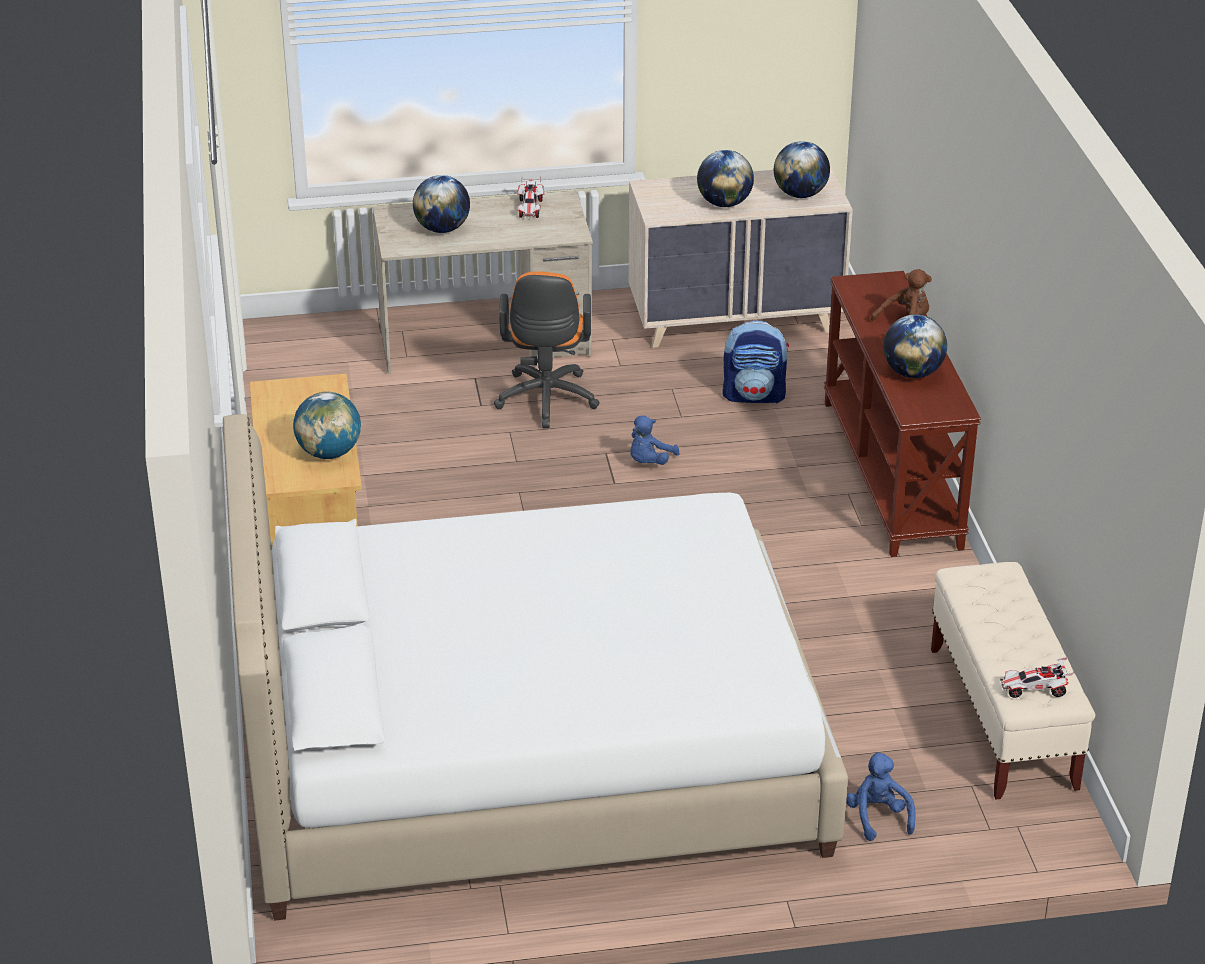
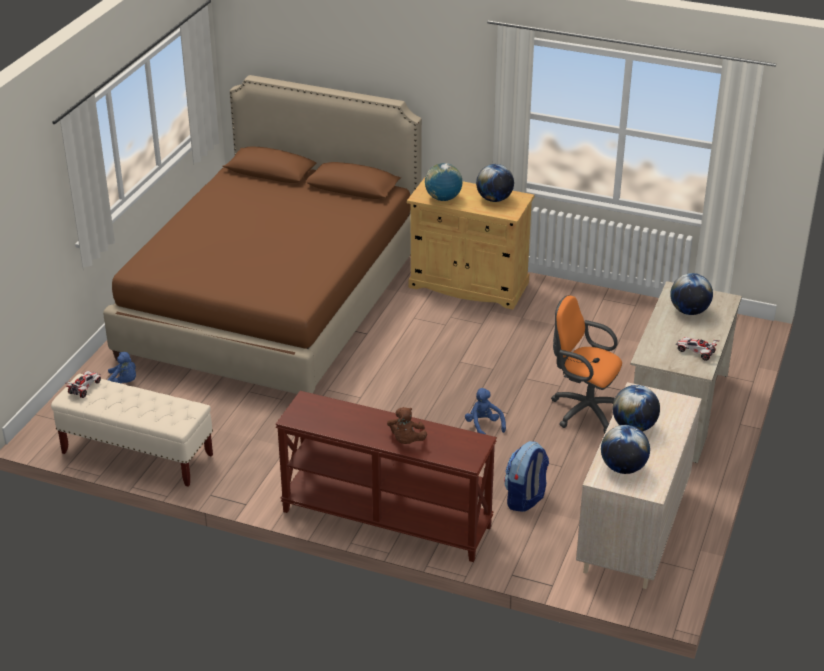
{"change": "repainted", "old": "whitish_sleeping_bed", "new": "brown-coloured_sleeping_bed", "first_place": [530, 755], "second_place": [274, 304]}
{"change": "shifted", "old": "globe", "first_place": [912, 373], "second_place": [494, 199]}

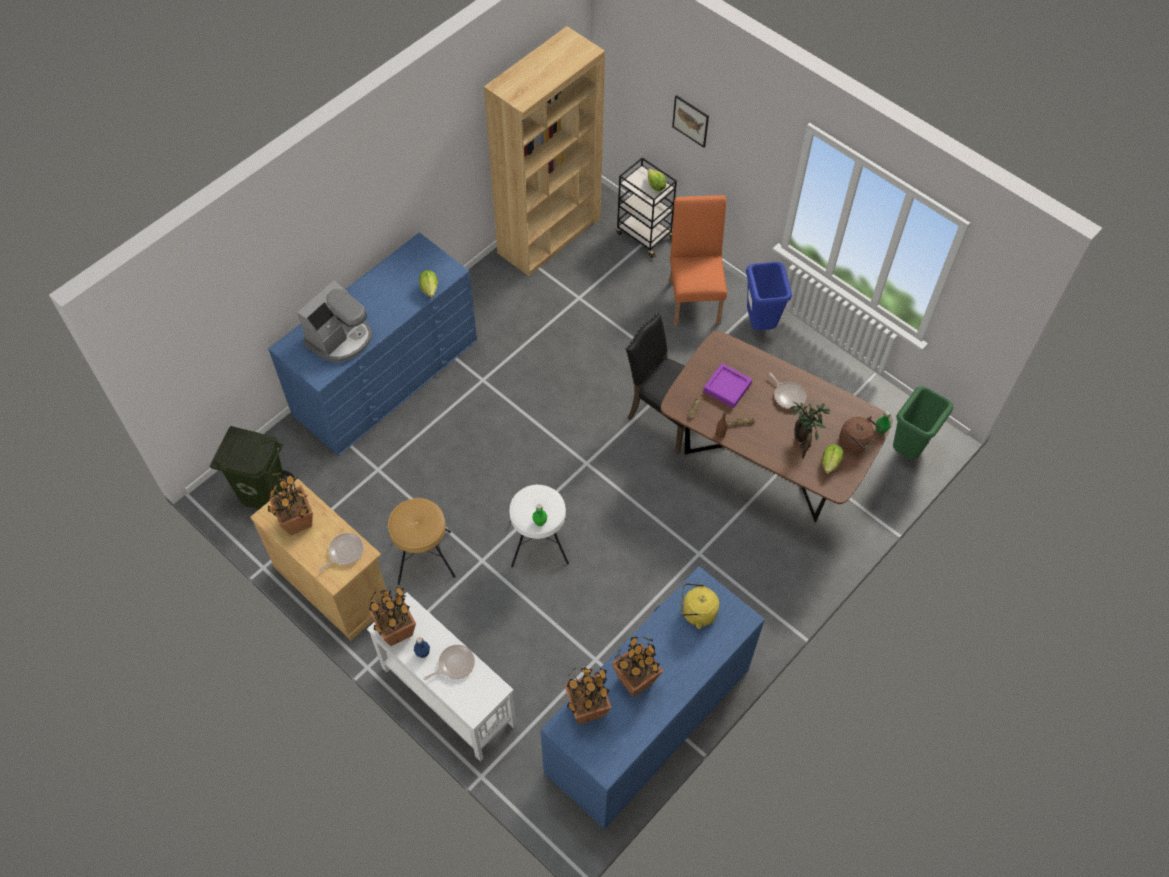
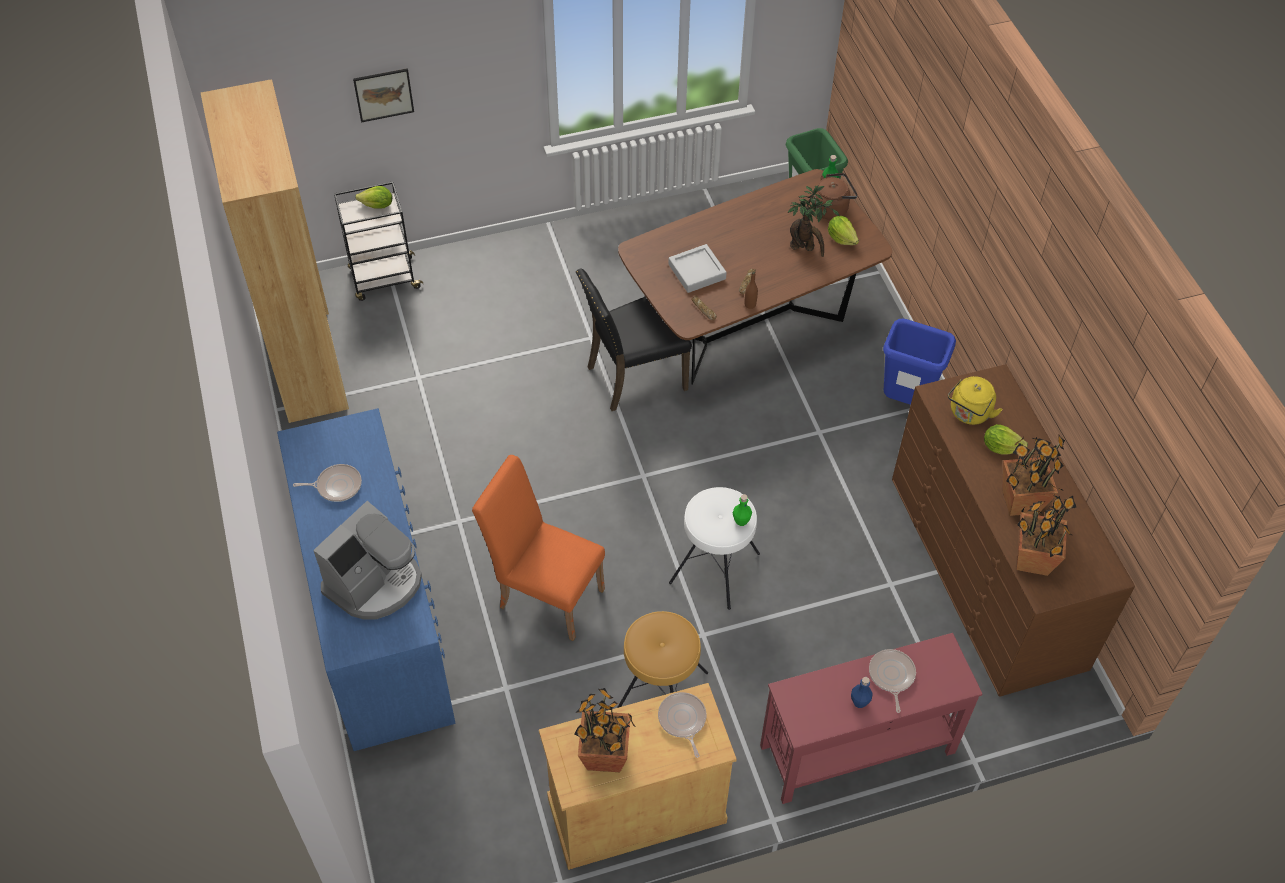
{"change": "shifted", "old": "pan", "first_place": [788, 396], "second_place": [336, 485]}
{"change": "rotated", "old": "coffee_maker", "first_place": [340, 338], "second_place": [375, 583], "degrees": 60}
{"change": "shifted", "old": "orangey_plain_chair", "first_place": [694, 298], "second_place": [545, 593]}
{"change": "repainted", "old": "purplish_serving_tray", "new": "grey_serving_tray", "first_place": [727, 388], "second_place": [697, 272]}
{"change": "repainted", "old": "whitish_console_table", "new": "red-coloured_console_table", "first_place": [448, 695], "second_place": [856, 749]}
{"change": "shifted", "old": "bluish_trash_can", "first_place": [760, 324], "second_place": [906, 402]}
{"change": "repainted", "old": "bluish_dresser", "new": "brown-coloured_dresser", "first_place": [647, 720], "second_place": [986, 571]}
{"change": "shifted", "old": "lettuce_head", "first_place": [429, 288], "second_place": [1000, 447]}
{"change": "gone", "old": "green_trash_can", "first_place": [263, 492]}
{"change": "gone", "old": "plant_in_a_pot", "first_place": [396, 630]}

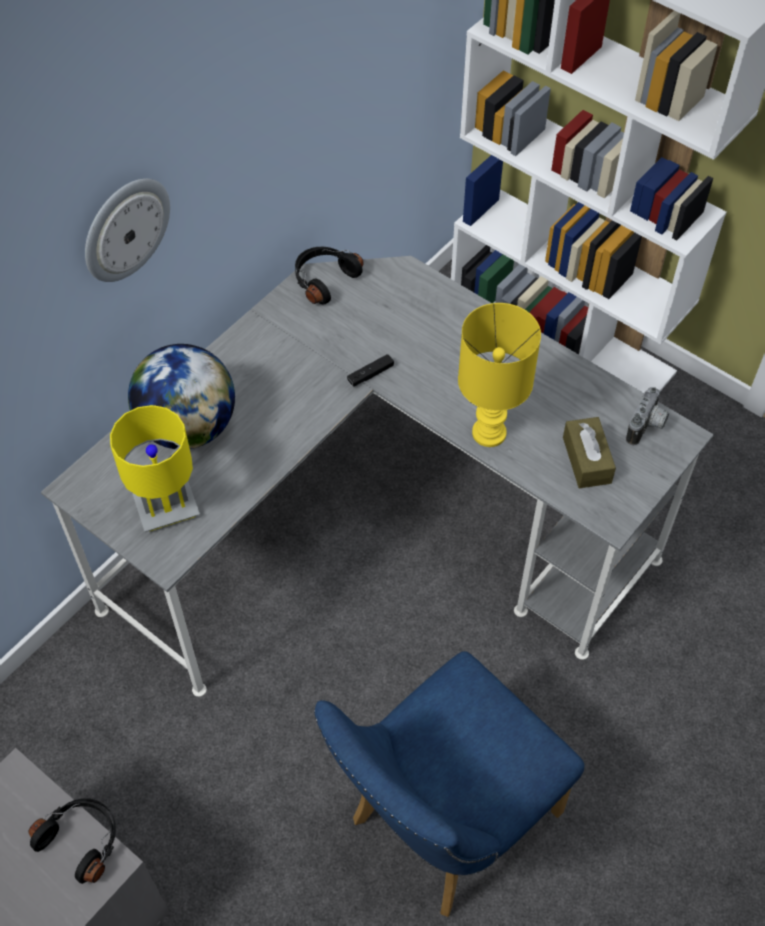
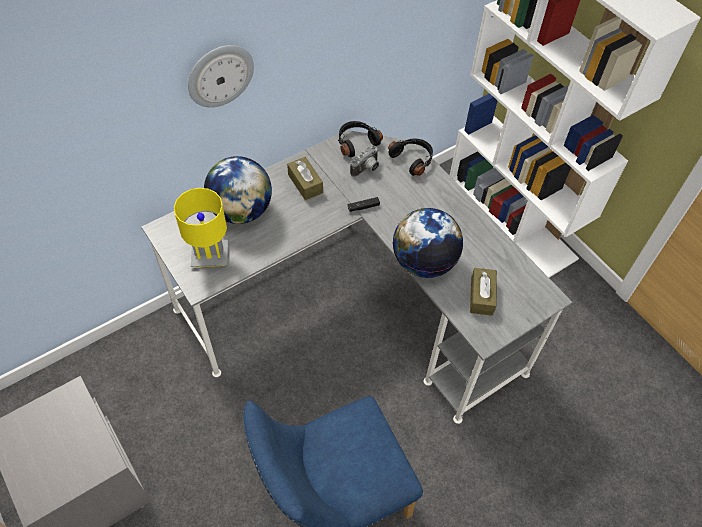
{"change": "new", "new": "brown-coloured_tissue_holder", "second_place": [305, 183]}
{"change": "shifted", "old": "photo_camera", "first_place": [647, 427], "second_place": [366, 169]}
{"change": "shifted", "old": "blackish_headset", "first_place": [82, 839], "second_place": [413, 159]}
{"change": "swapped", "old": "yellow_tabletop_lamp", "new": "globe", "first_place": [487, 432], "second_place": [423, 262]}

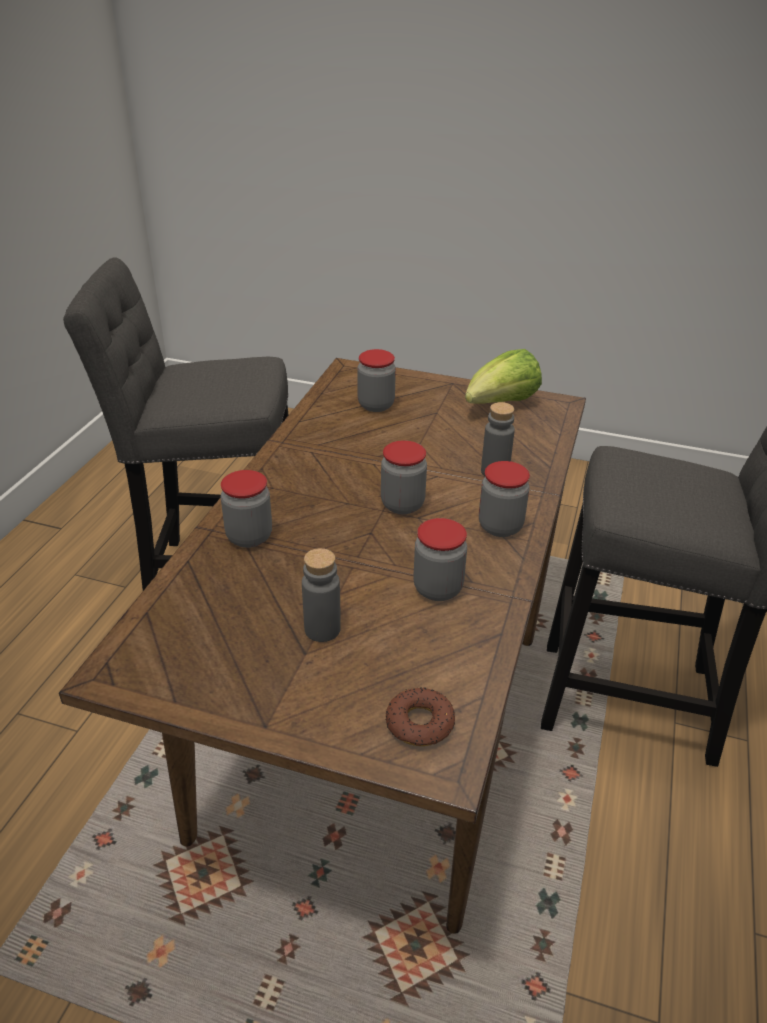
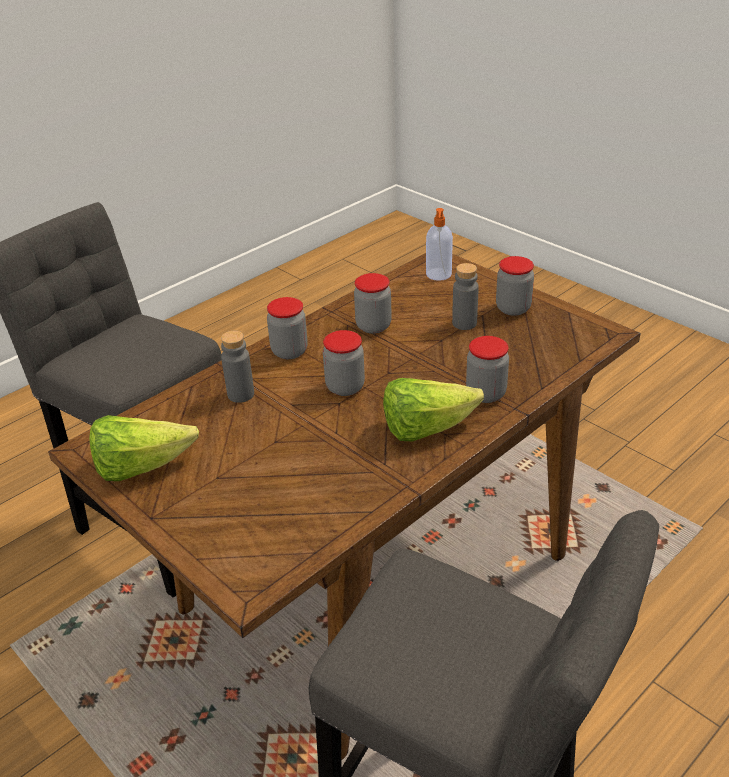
{"change": "new", "new": "lettuce_head", "second_place": [426, 429]}
{"change": "swapped", "old": "ring_doughnut", "new": "soap_bottle", "first_place": [419, 723], "second_place": [438, 275]}
{"change": "shifted", "old": "storage_jar", "first_place": [376, 405], "second_place": [513, 308]}

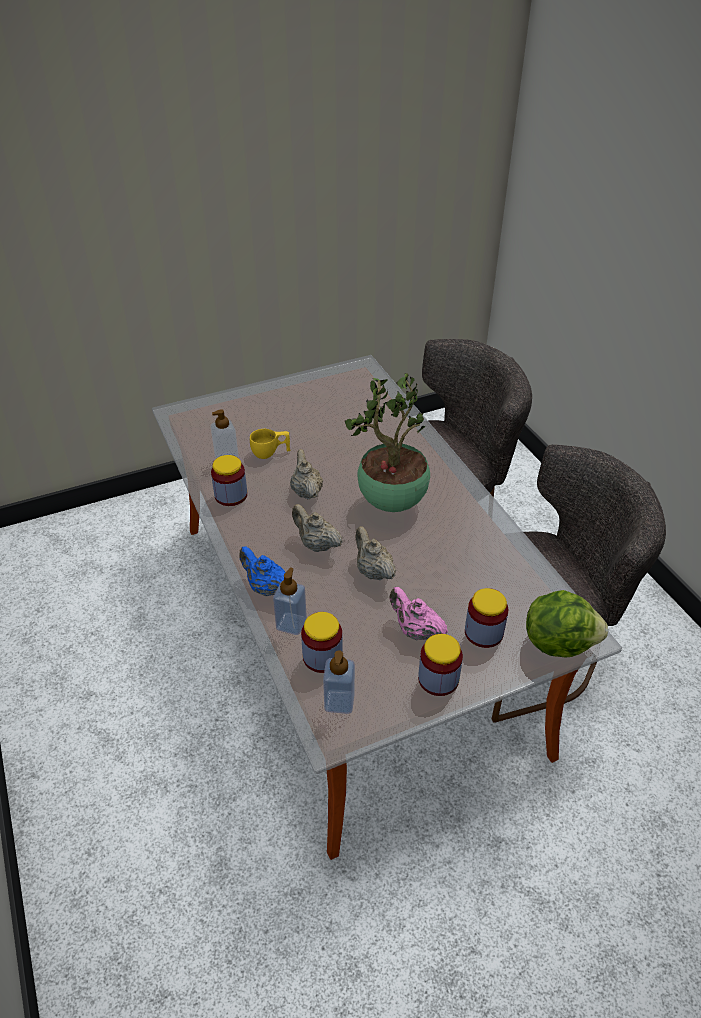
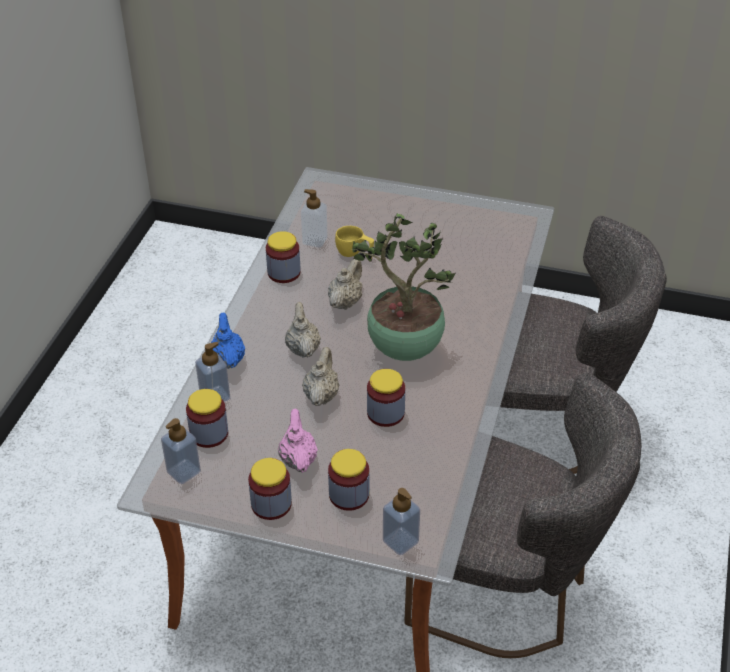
{"change": "new", "new": "storage_jar", "second_place": [385, 413]}
{"change": "swapped", "old": "lettuce_head", "new": "soap_bottle", "first_place": [558, 642], "second_place": [400, 541]}

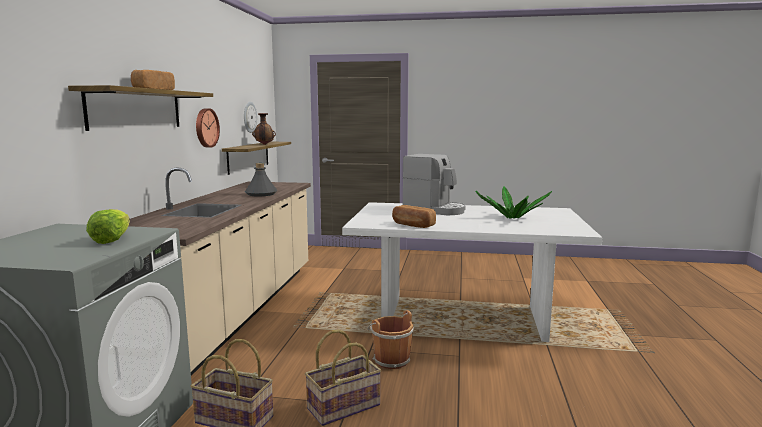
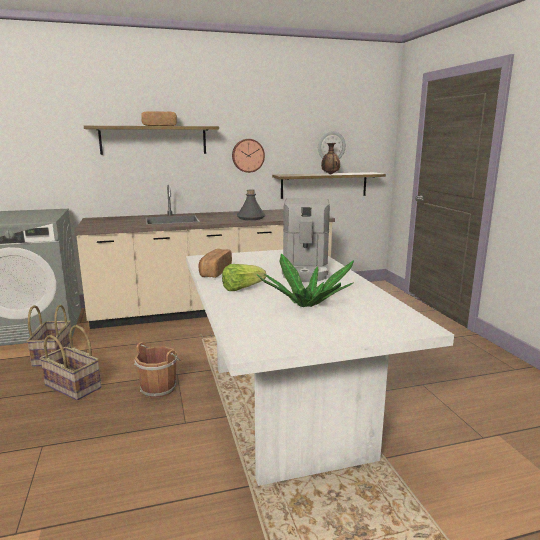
{"change": "shifted", "old": "lettuce_head", "first_place": [112, 239], "second_place": [242, 288]}

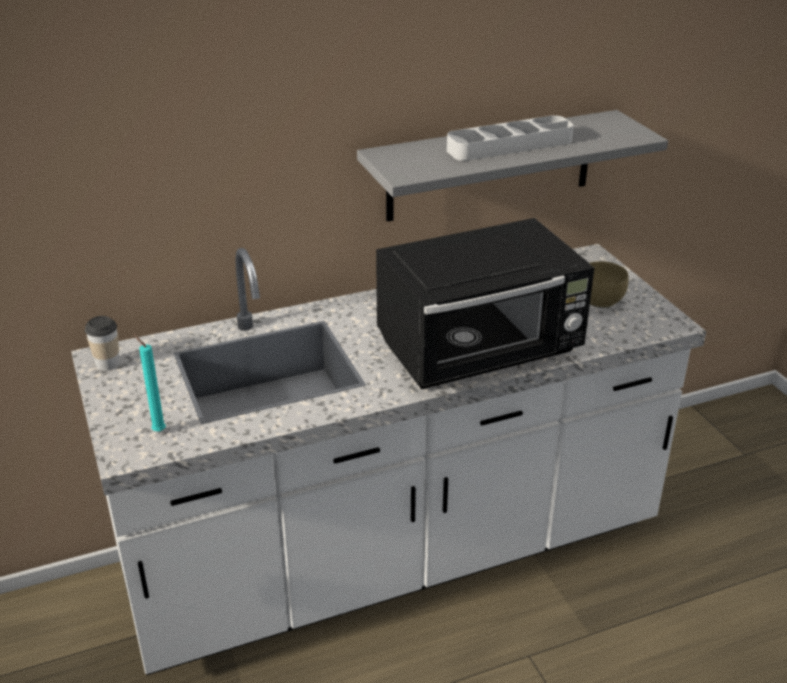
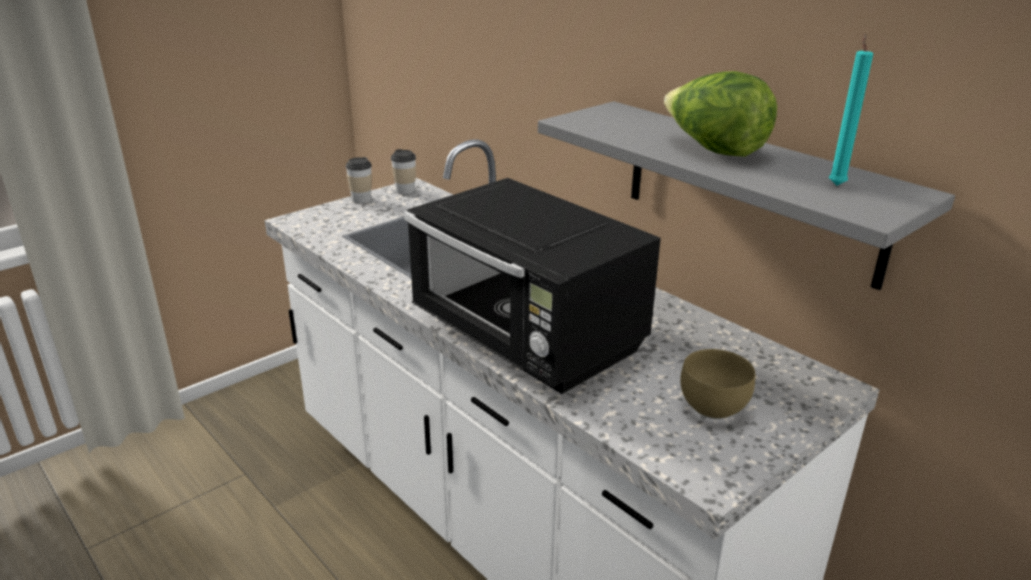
{"change": "new", "new": "small_cup", "second_place": [361, 199]}
{"change": "swapped", "old": "grey_serving_tray", "new": "lettuce_head", "first_place": [509, 145], "second_place": [713, 150]}
{"change": "shifted", "old": "turquoise_candle", "first_place": [157, 430], "second_place": [836, 184]}

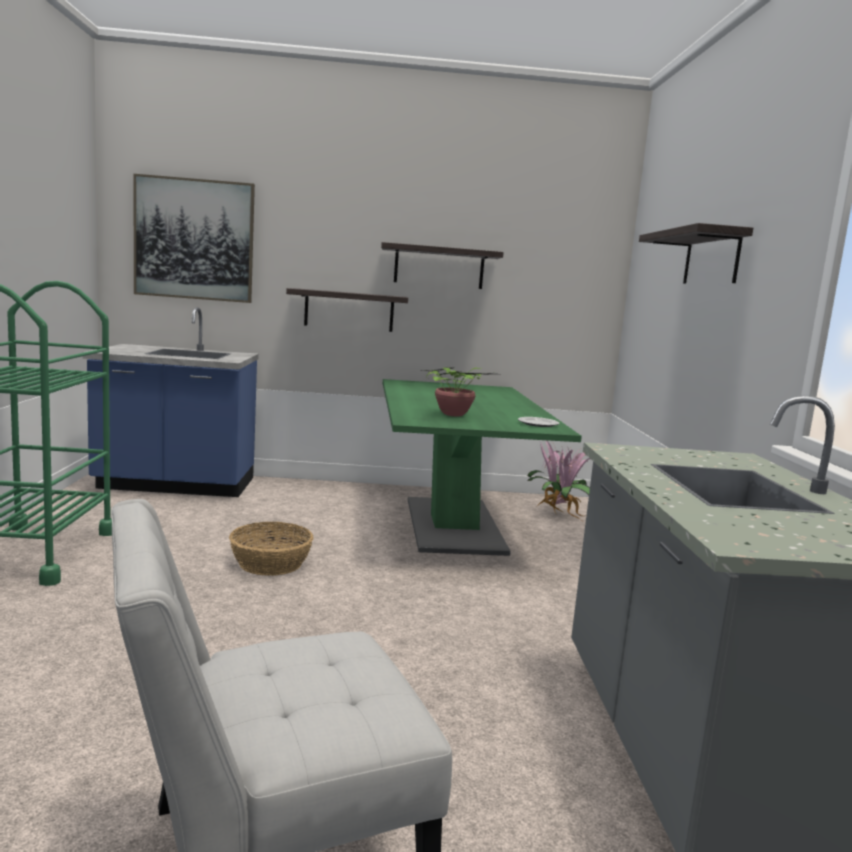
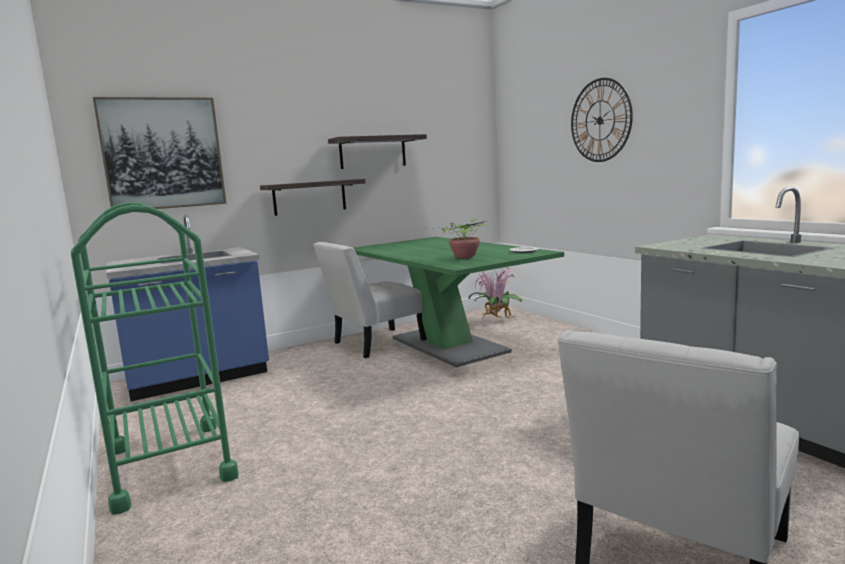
{"change": "new", "new": "whitish_plain_chair", "second_place": [374, 344]}
{"change": "swapped", "old": "shelf", "new": "hanging_clock", "first_place": [711, 258], "second_place": [600, 120]}
{"change": "gone", "old": "storage_basket", "first_place": [270, 563]}

